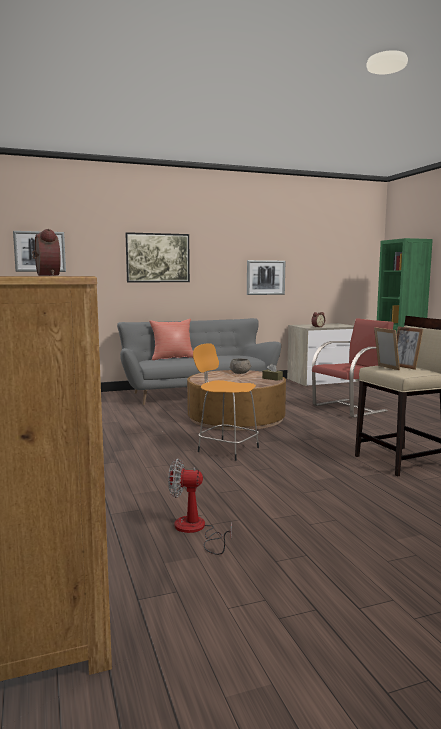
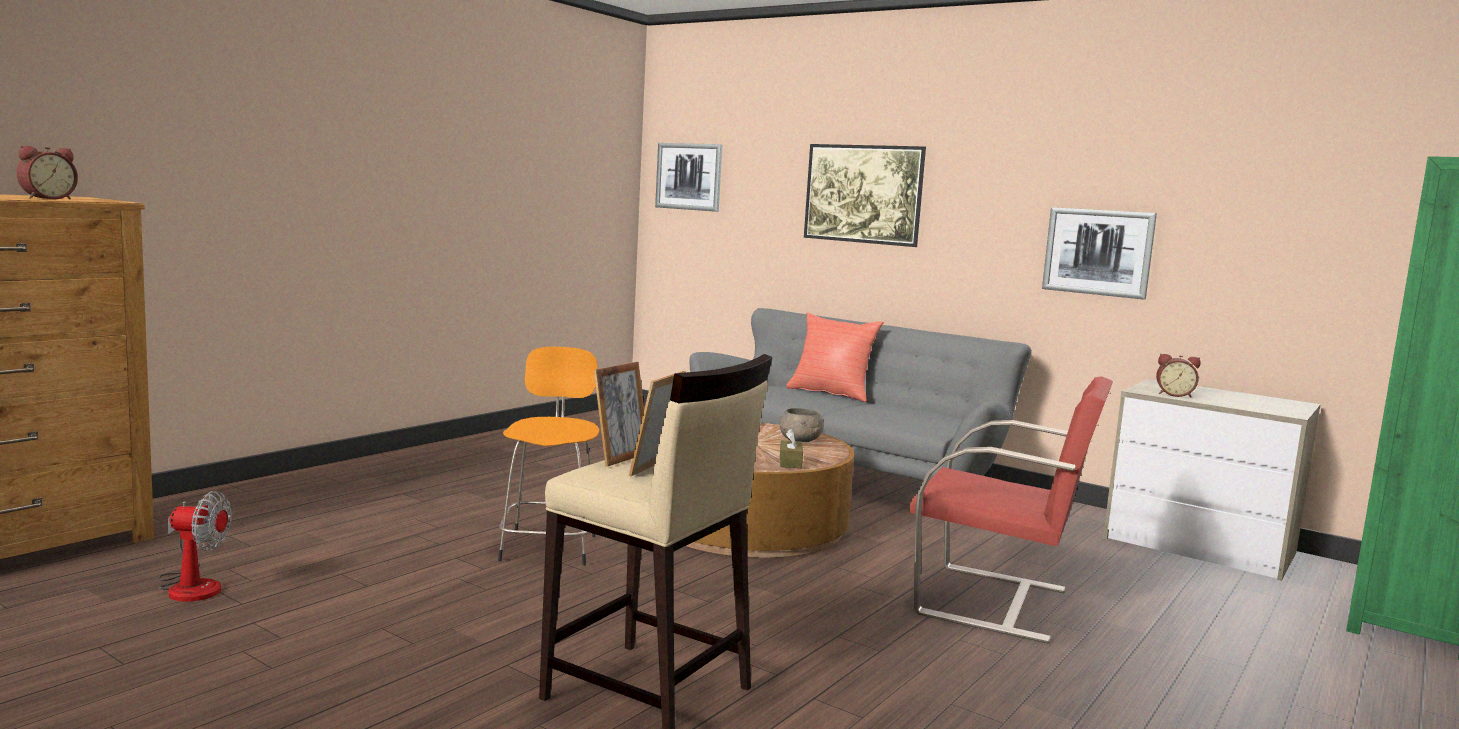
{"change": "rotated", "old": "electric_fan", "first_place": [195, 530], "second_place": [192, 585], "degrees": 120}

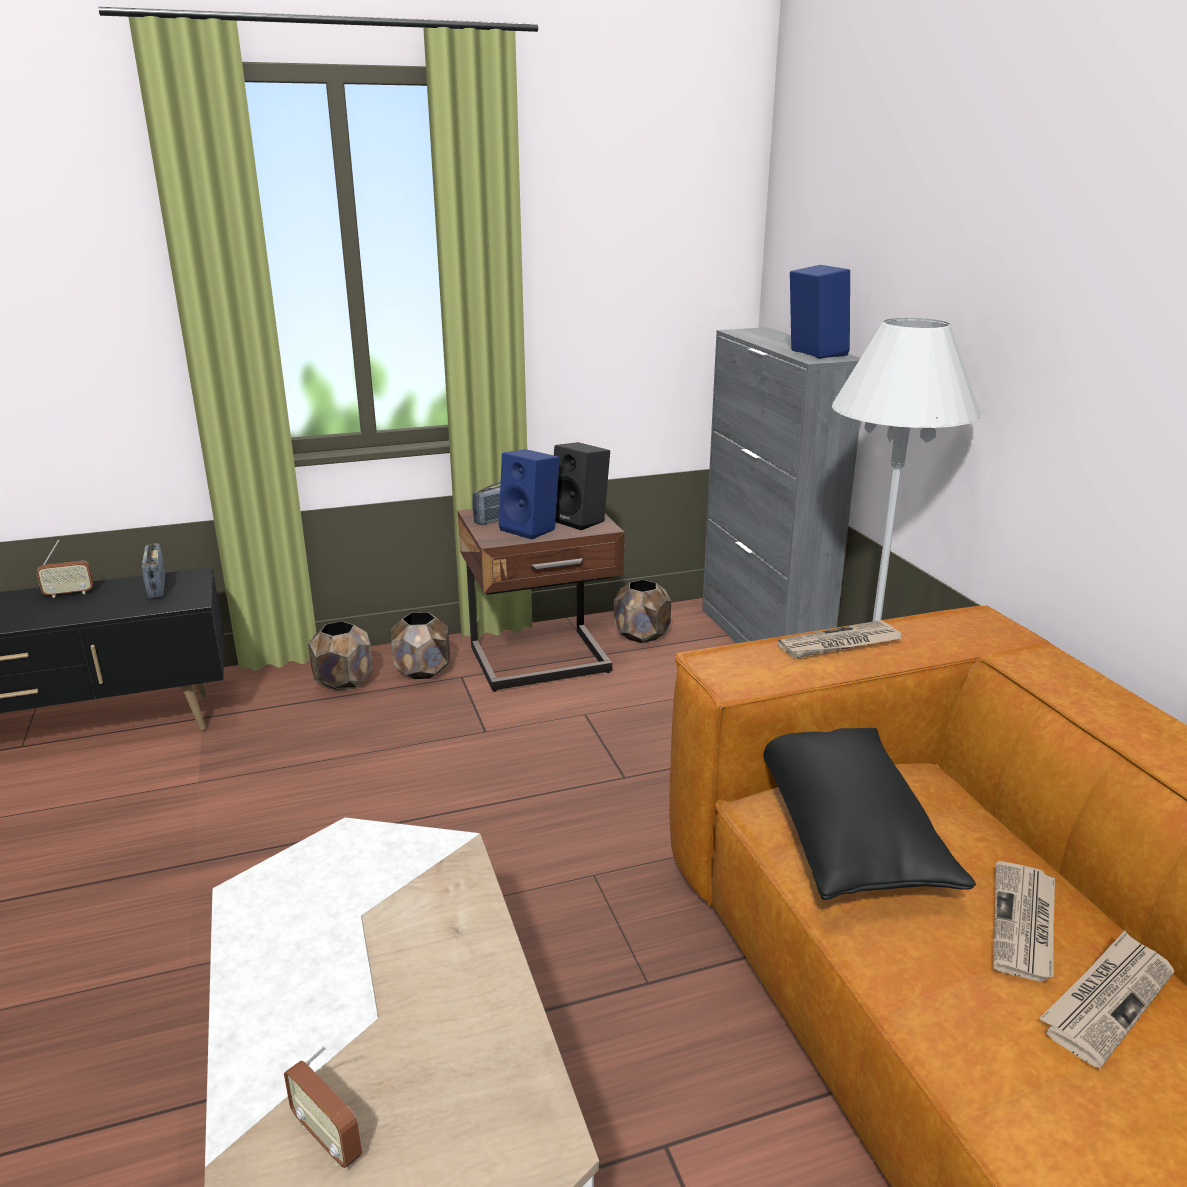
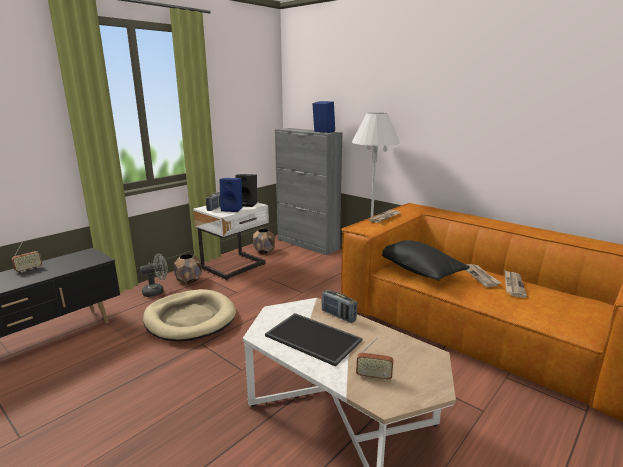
{"change": "swapped", "old": "brown-coloured_flower_pot", "new": "grey_electric_fan", "first_place": [343, 682], "second_place": [157, 291]}
{"change": "new", "new": "beige_dog_cushion", "second_place": [190, 318]}
{"change": "repainted", "old": "brown-coloured_night_table", "new": "whitish_night_table", "first_place": [542, 662], "second_place": [235, 267]}
{"change": "new", "new": "serving_tray", "second_place": [314, 338]}
{"change": "shifted", "old": "radio", "first_place": [157, 587], "second_place": [338, 316]}

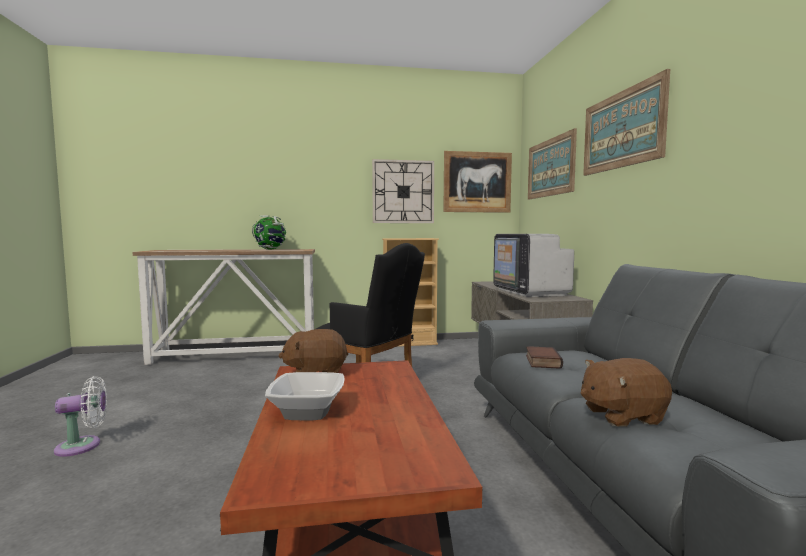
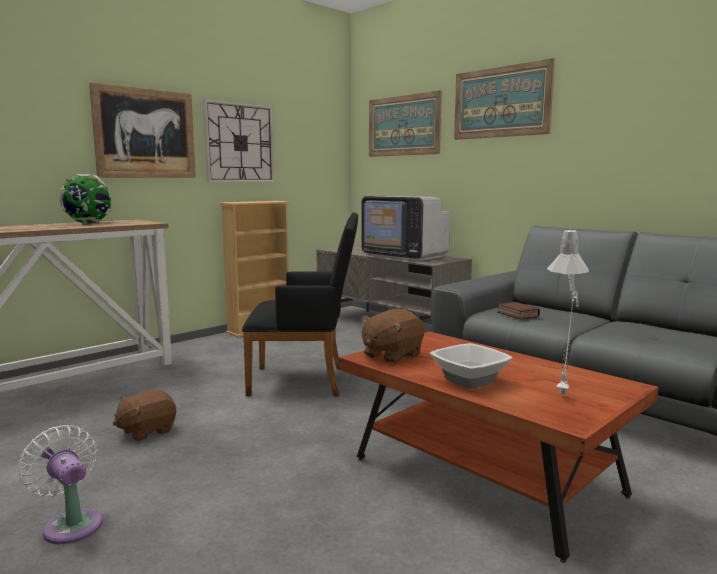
{"change": "rotated", "old": "whitish_electric_fan", "first_place": [83, 446], "second_place": [71, 524], "degrees": -75}
{"change": "shifted", "old": "wall_picture", "first_place": [477, 182], "second_place": [145, 133]}
{"change": "shifted", "old": "brown-coloured_soft_toy", "first_place": [621, 415], "second_place": [147, 431]}
{"change": "new", "new": "grey_tabletop_lamp", "second_place": [563, 392]}

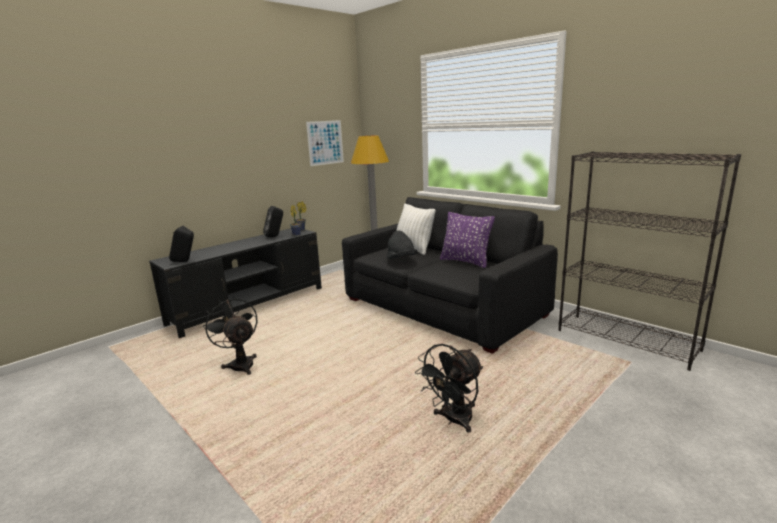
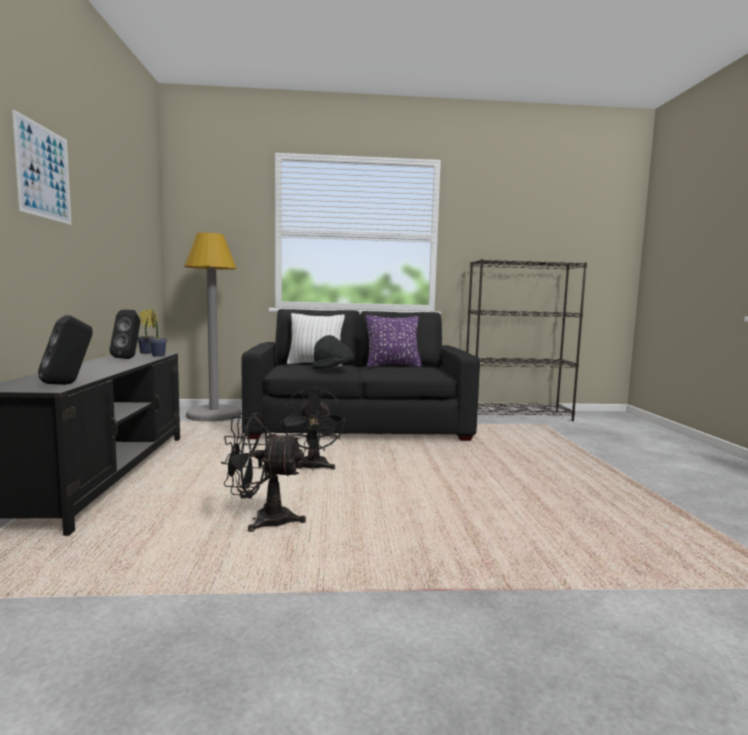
{"change": "shifted", "old": "wall_picture", "first_place": [325, 142], "second_place": [44, 172]}
{"change": "shifted", "old": "blackish_electric_fan", "first_place": [453, 421], "second_place": [313, 468]}

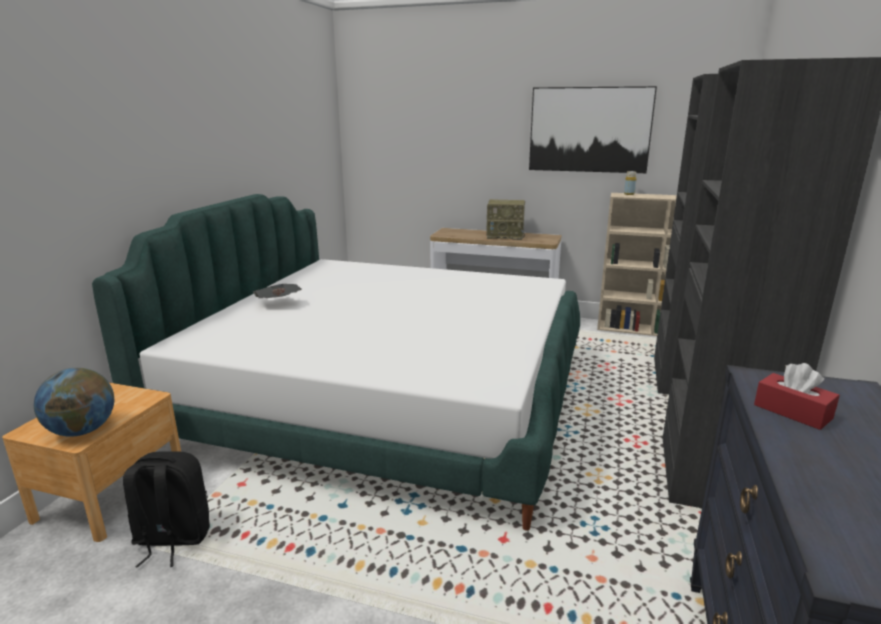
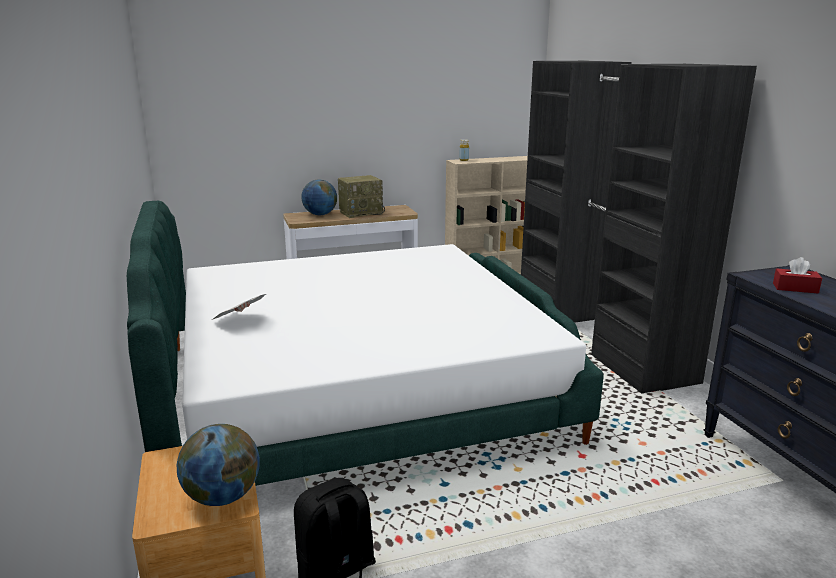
{"change": "new", "new": "globe", "second_place": [320, 214]}
{"change": "gone", "old": "wall_picture", "first_place": [589, 130]}

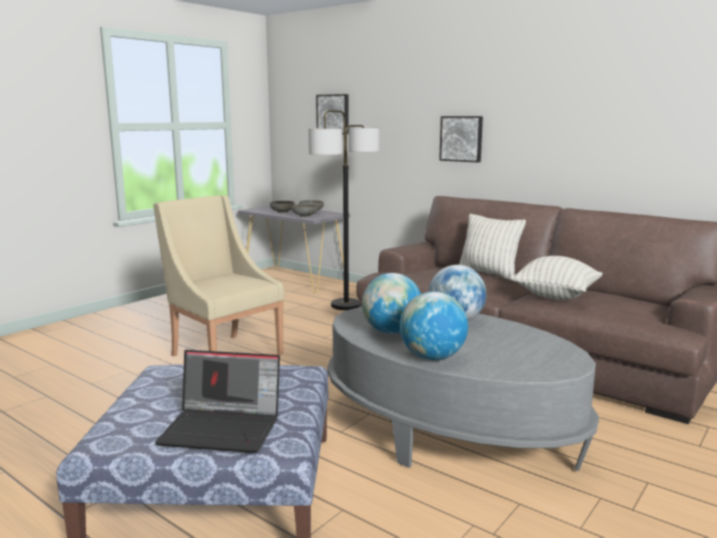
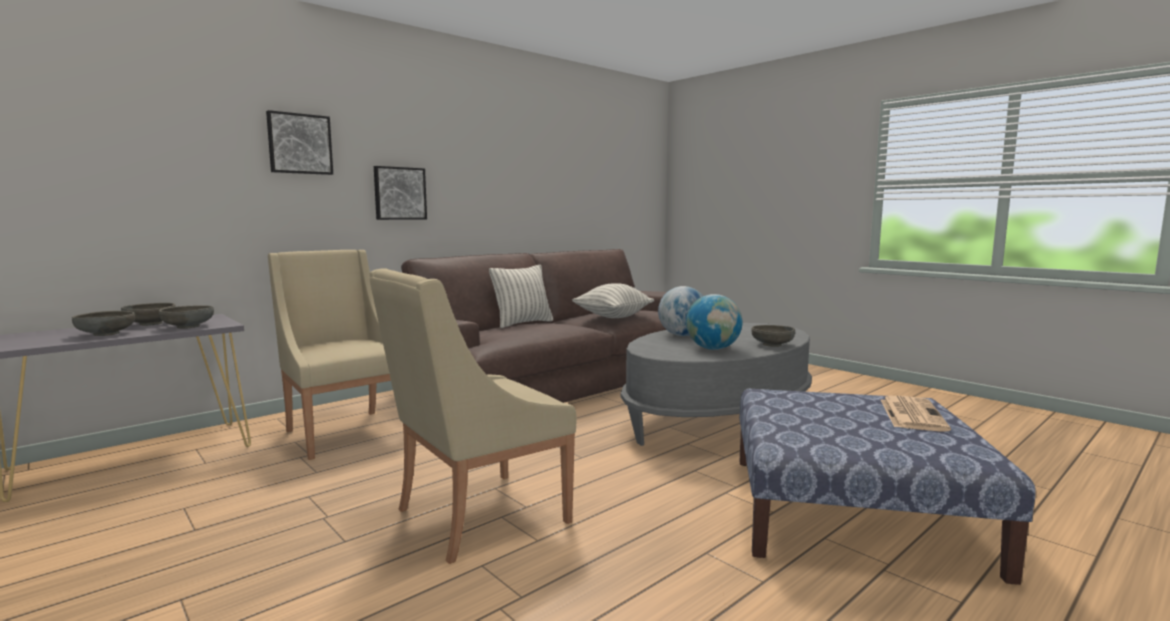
{"change": "shifted", "old": "wall_picture", "first_place": [333, 114], "second_place": [299, 144]}
{"change": "swapped", "old": "floor_lamp", "new": "beige_armchair", "first_place": [346, 305], "second_place": [344, 432]}
{"change": "swapped", "old": "globe", "new": "grey_deep_dish", "first_place": [432, 357], "second_place": [772, 345]}
{"change": "swapped", "old": "portable_computer", "new": "printed_paper", "first_place": [223, 428], "second_place": [911, 414]}

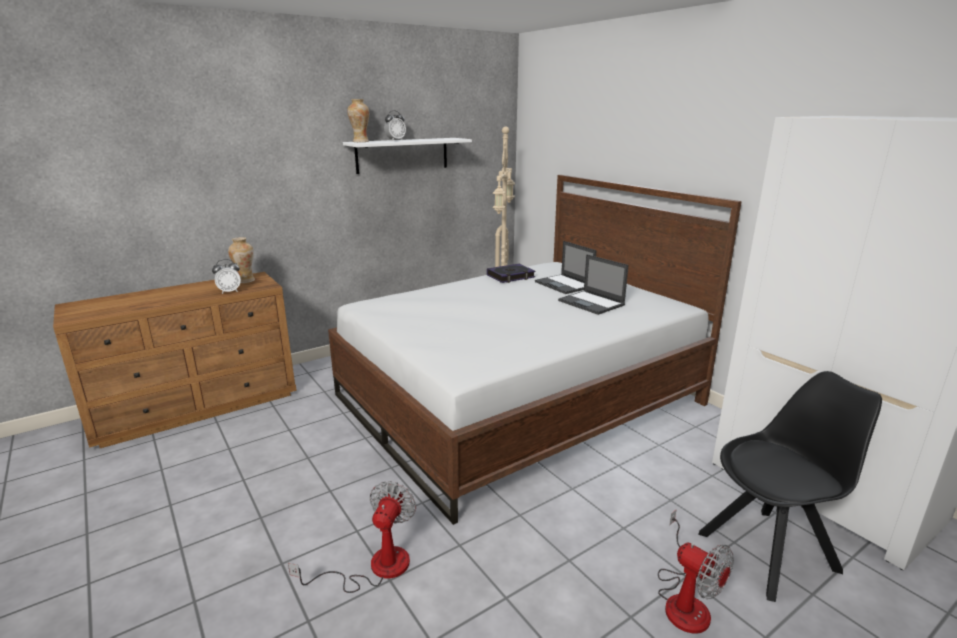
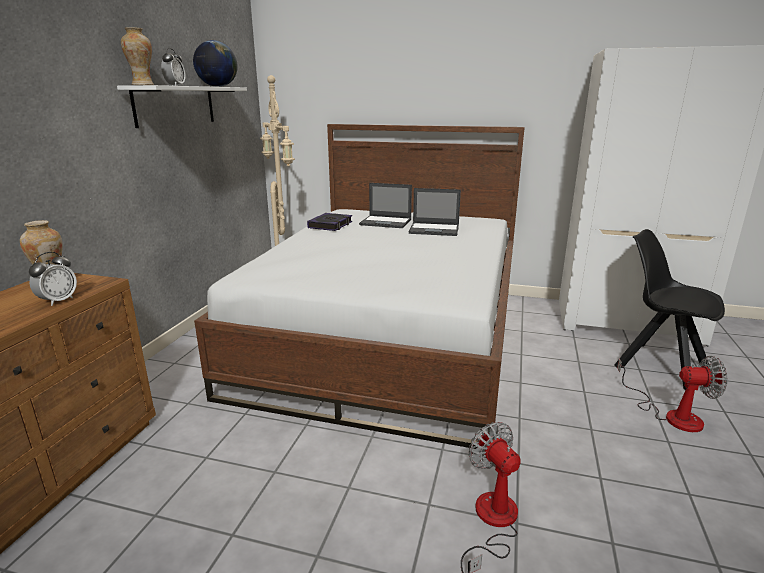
{"change": "new", "new": "globe", "second_place": [218, 86]}
{"change": "rotated", "old": "blackish_plain_chair", "first_place": [771, 551], "second_place": [658, 365], "degrees": -75}

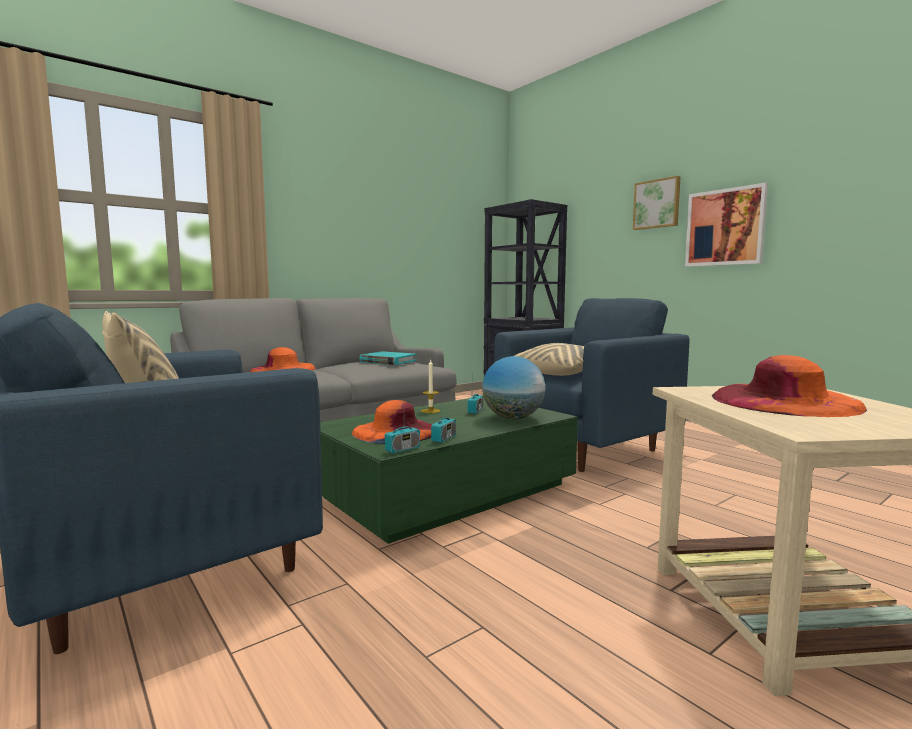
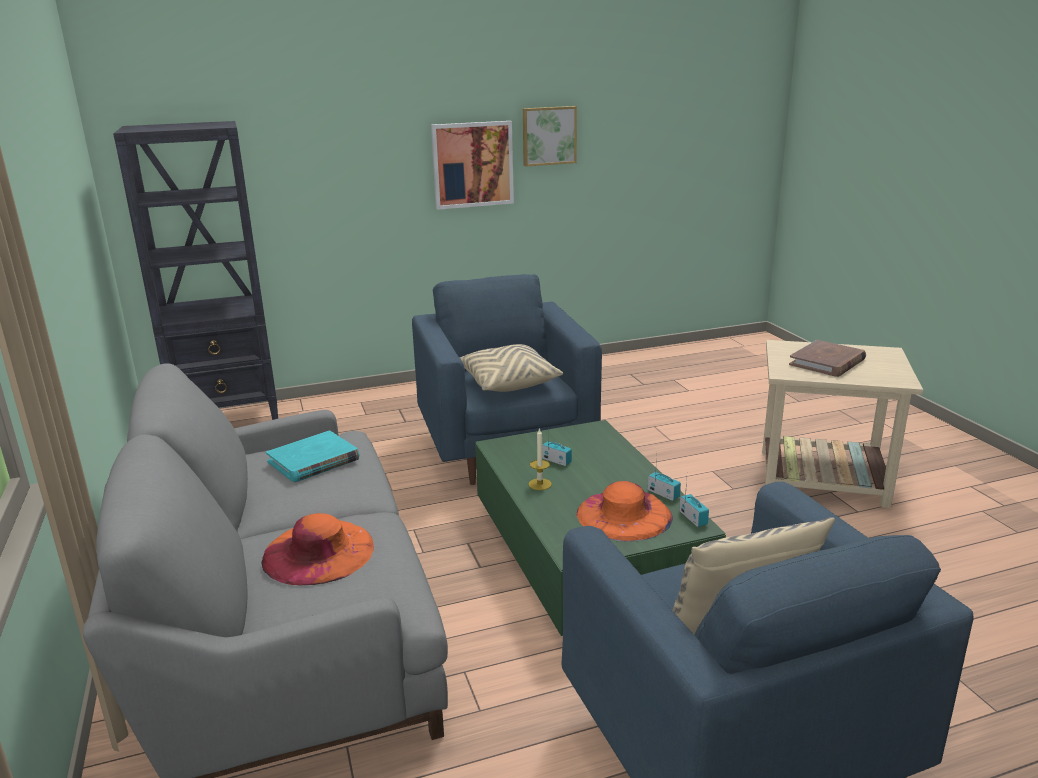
{"change": "shifted", "old": "wall_picture", "first_place": [657, 204], "second_place": [548, 135]}
{"change": "swapped", "old": "orangey_hat", "new": "brown-coloured_volume", "first_place": [784, 401], "second_place": [827, 362]}
{"change": "gone", "old": "globe", "first_place": [513, 418]}

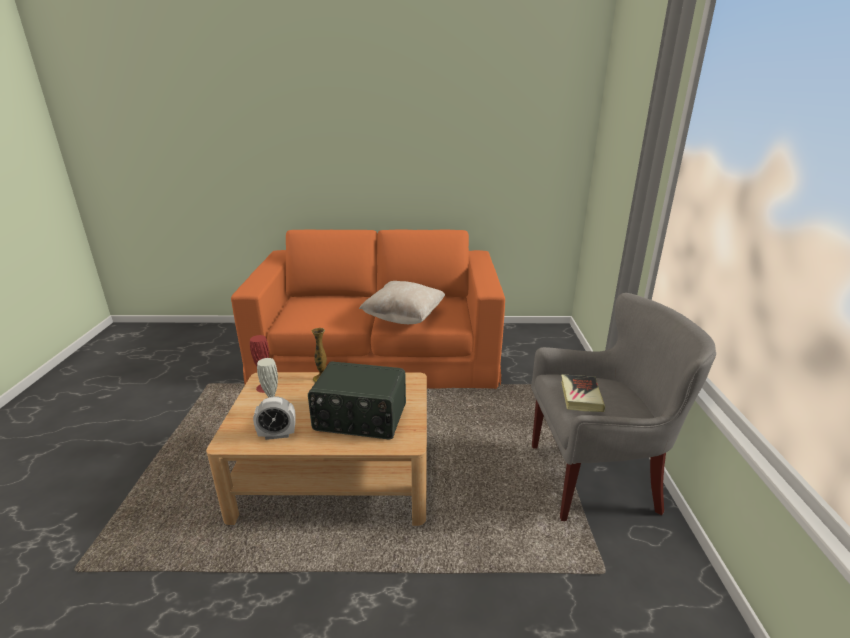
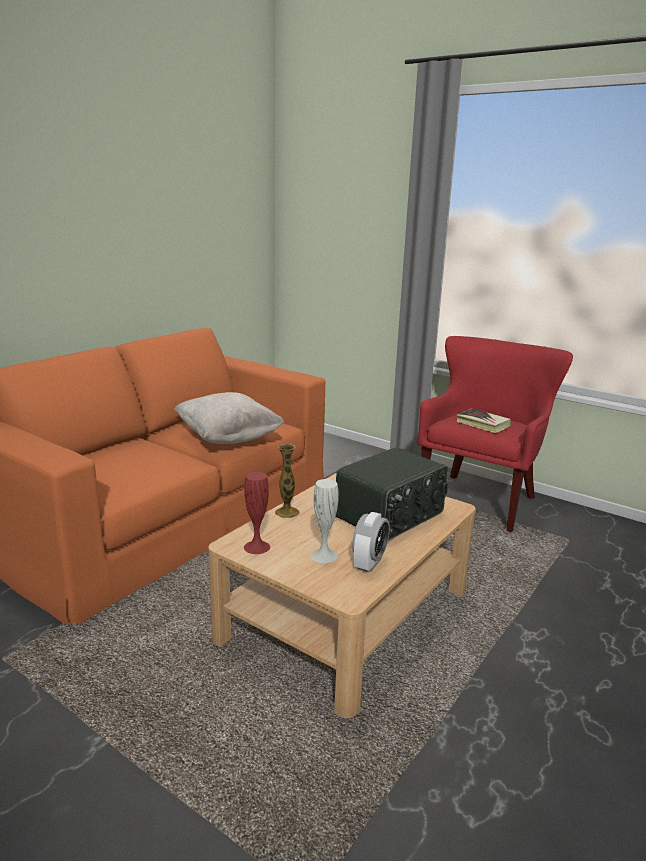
{"change": "repainted", "old": "grey_armchair", "new": "red-coloured_armchair", "first_place": [596, 479], "second_place": [480, 501]}

